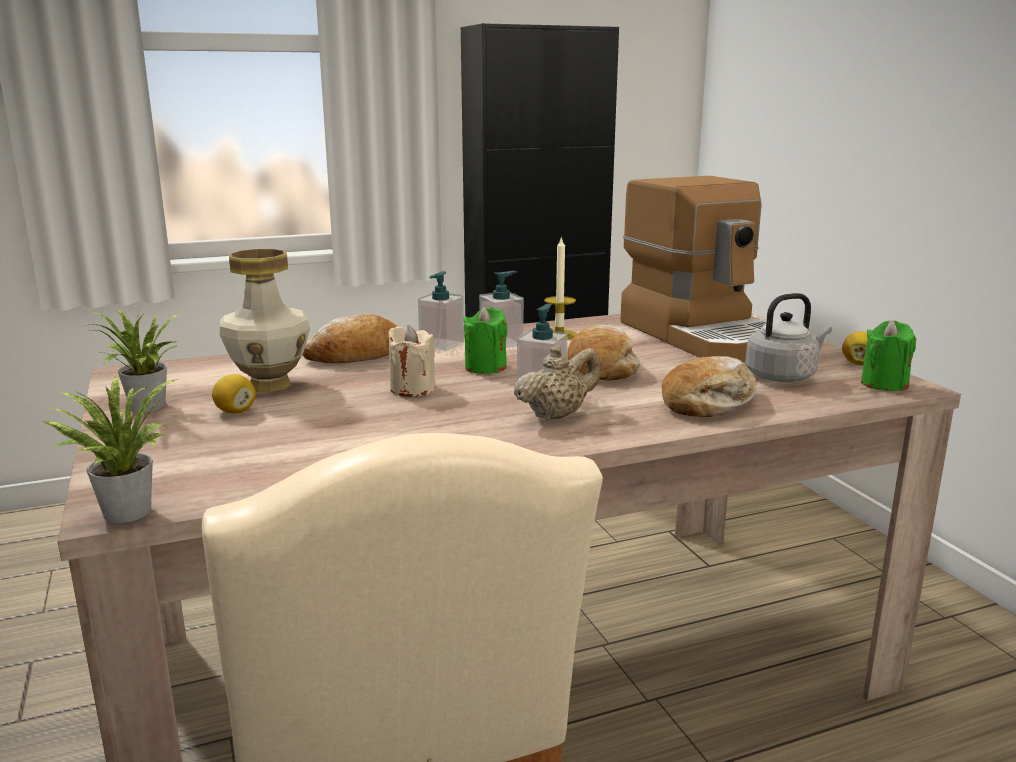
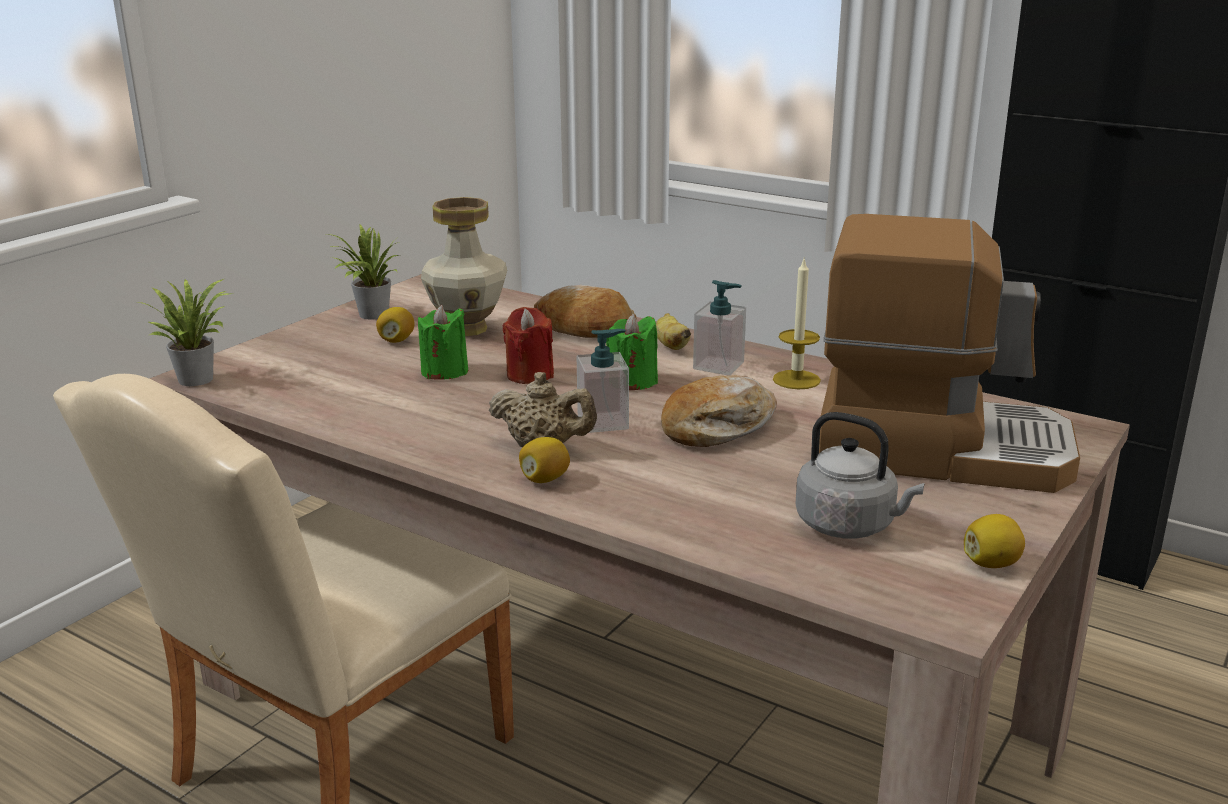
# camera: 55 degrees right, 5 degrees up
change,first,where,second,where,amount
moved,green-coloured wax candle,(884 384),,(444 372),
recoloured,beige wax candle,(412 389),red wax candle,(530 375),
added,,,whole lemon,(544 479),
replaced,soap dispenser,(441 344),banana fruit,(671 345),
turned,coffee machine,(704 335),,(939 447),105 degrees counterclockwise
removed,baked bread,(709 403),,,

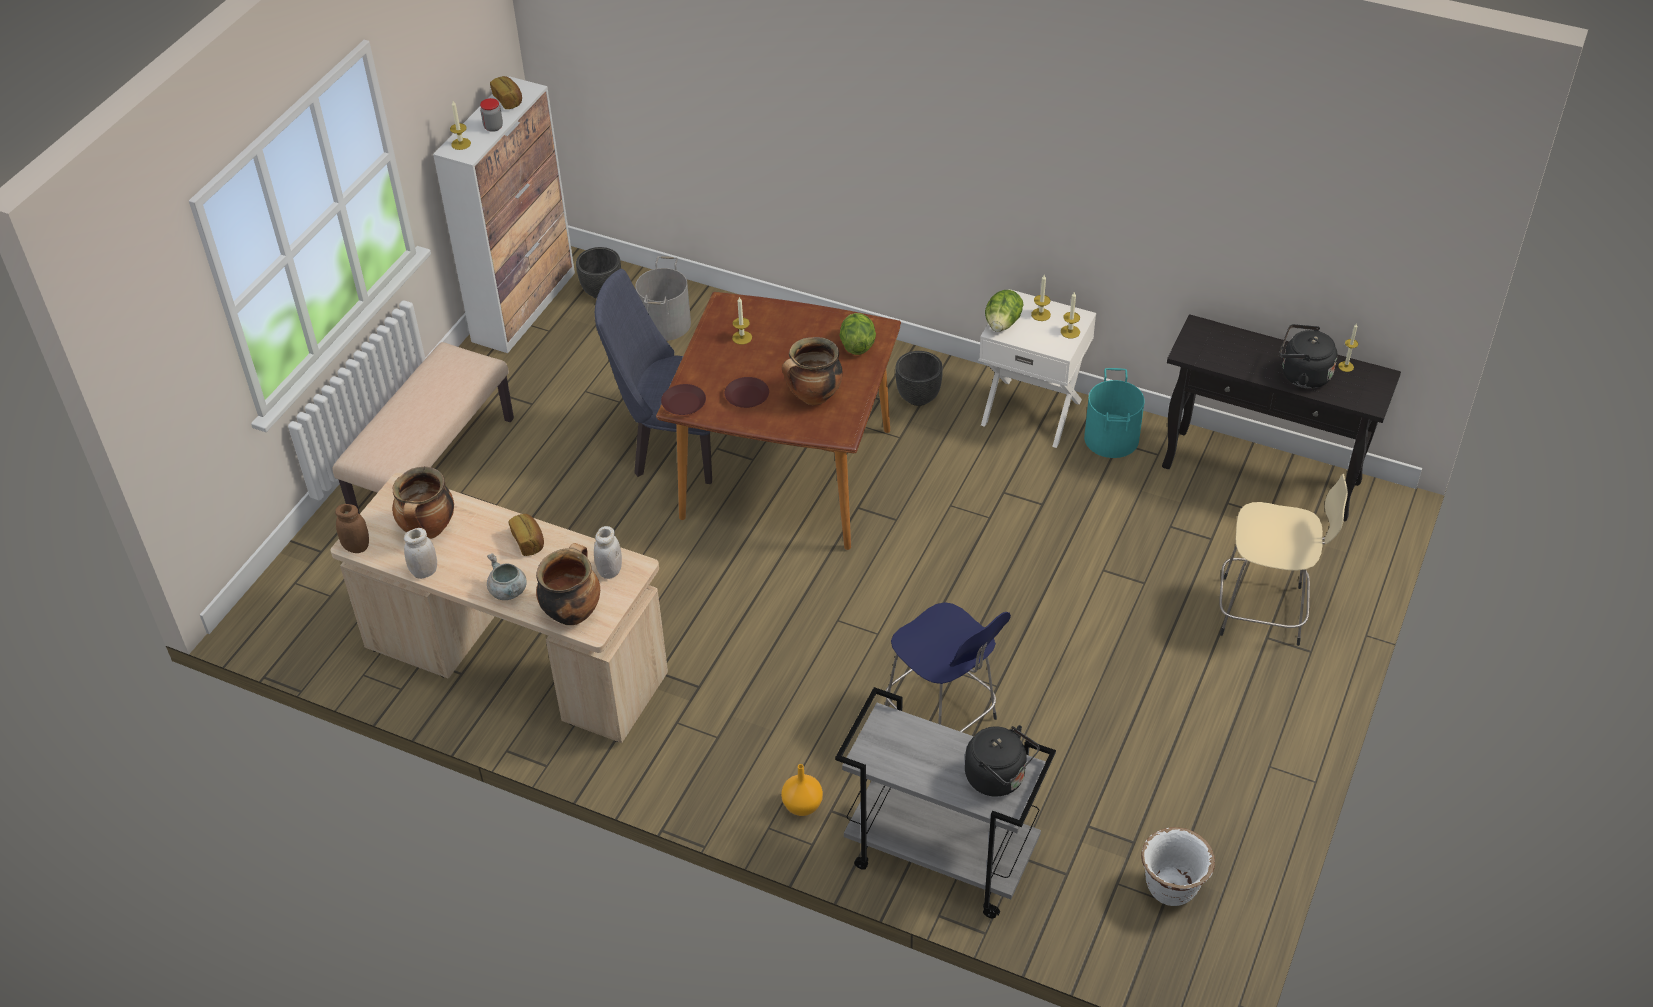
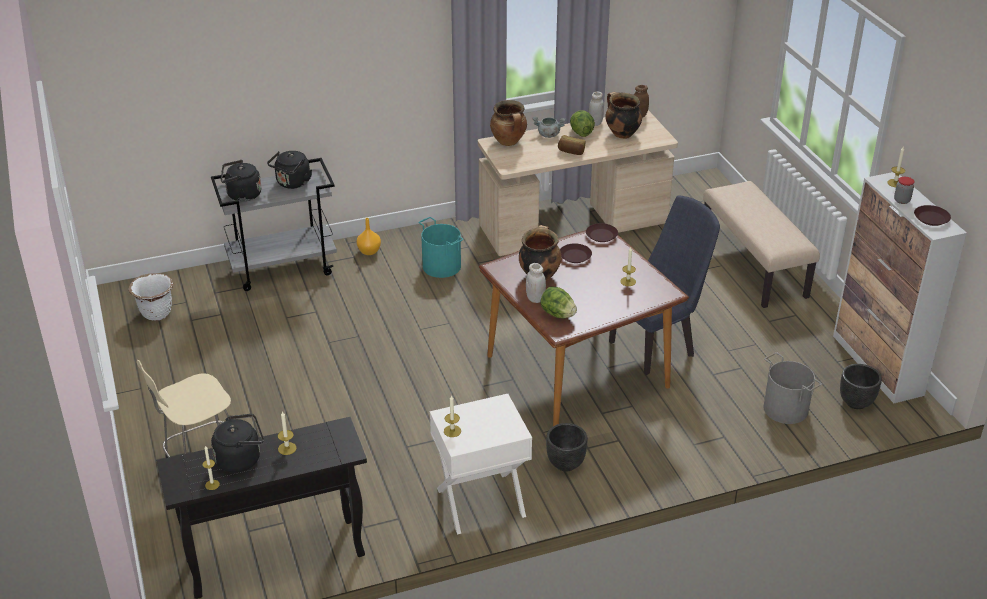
# camera: 135 degrees right, 10 degrees down
change,first,where,second,where,amount
added,,,black water kettle,(292 183),
moved,wax candle,(1040 314),,(287 448),
moved,turquoise-coloured bucket,(1110 438),,(442 266),
moved,white storage jar,(610 571),,(535 298),
moved,lettuce head,(1002 324),,(581 133),
replaced,baked bread,(508 100),brown plate,(931 219),
removed,blue-coloured stool,(942 719),,,

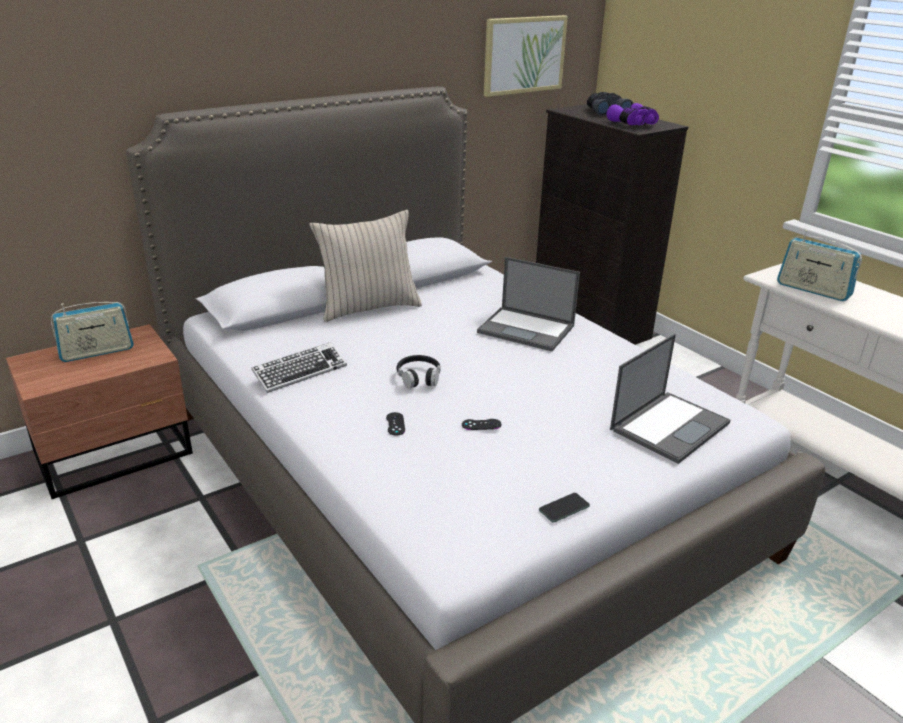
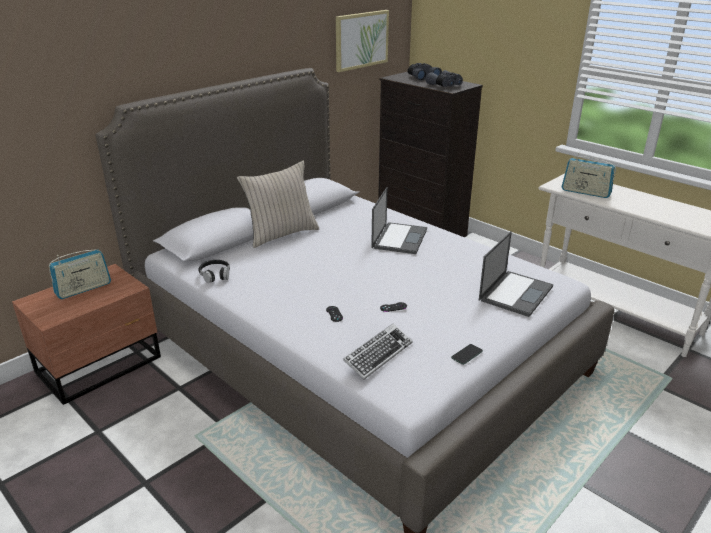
# camera: 10 degrees left, 0 degrees up
change,first,where,second,where,amount
moved,black pair of headphones,(419 377),,(215 275),
moved,keyboard,(300 372),,(378 355),
turned,portable computer,(527 329),,(399 238),90 degrees counterclockwise
recoloured,purple binoculars,(634 124),greyish binoculars,(445 85),

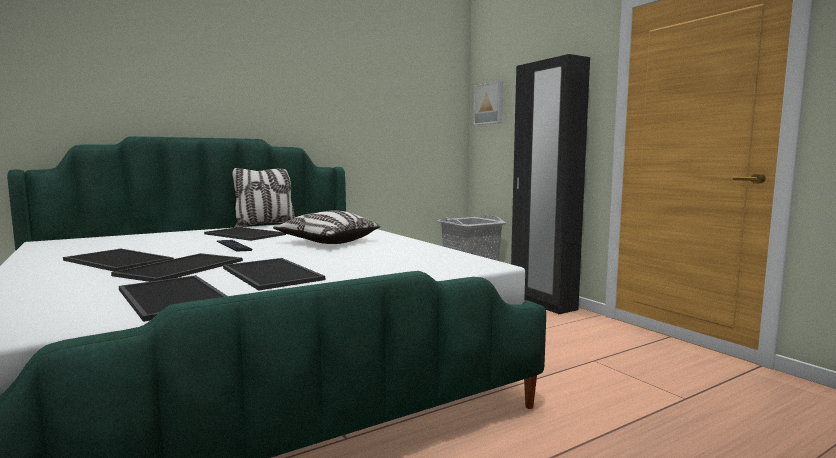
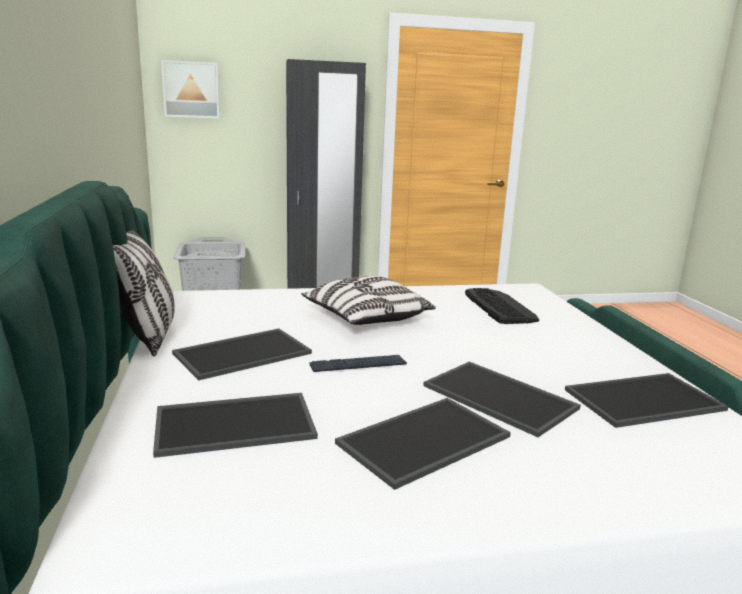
# camera: 70 degrees left, 10 degrees up
change,first,where,second,where,amount
moved,carrying tray,(274 274),,(236 423),
added,,,keyboard,(499 307),

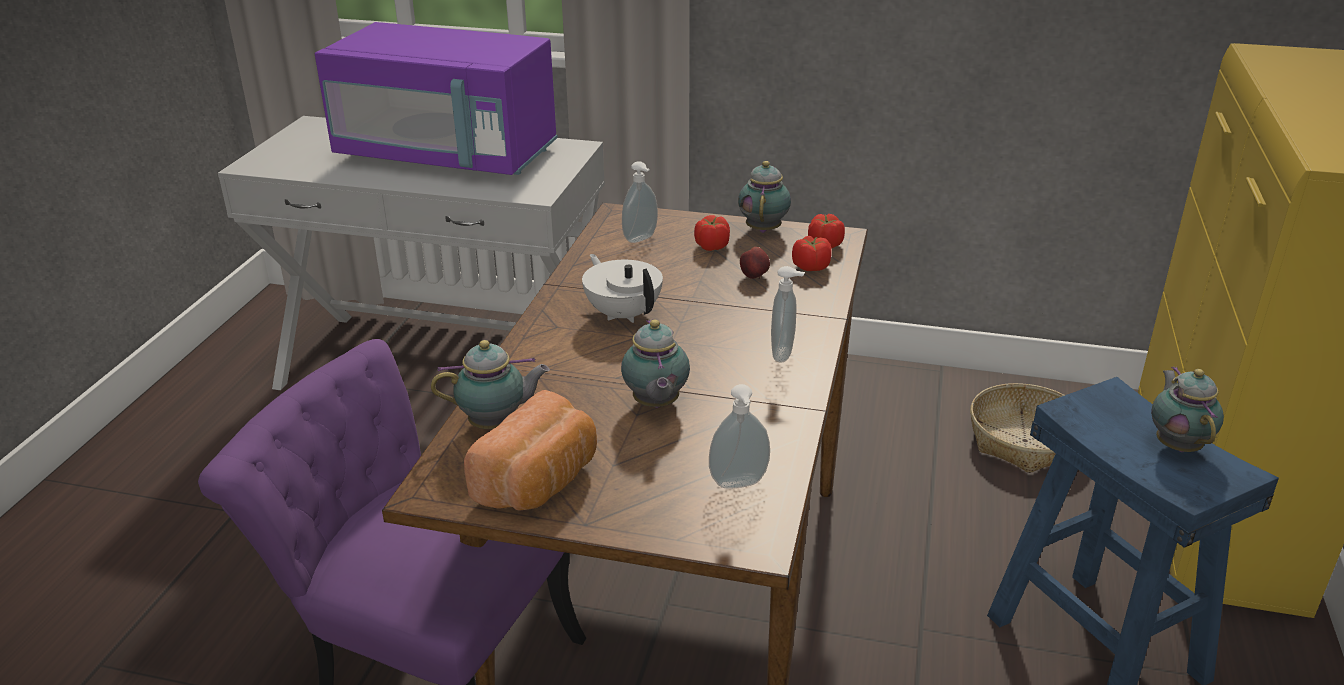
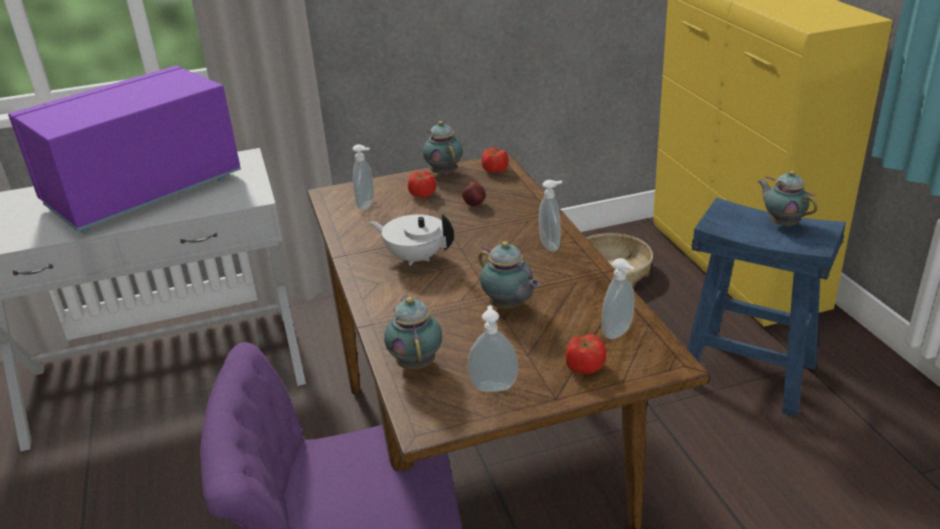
# camera: 30 degrees left, 0 degrees up
change,first,where,second,where,amount
turned,purple microwave,(448 156),,(143 192),150 degrees clockwise
turned,teapot,(497 424),,(416 362),60 degrees counterclockwise
replaced,baked bread,(541 482),soap dispenser,(493 386),
moved,tomato,(810 267),,(585 367),

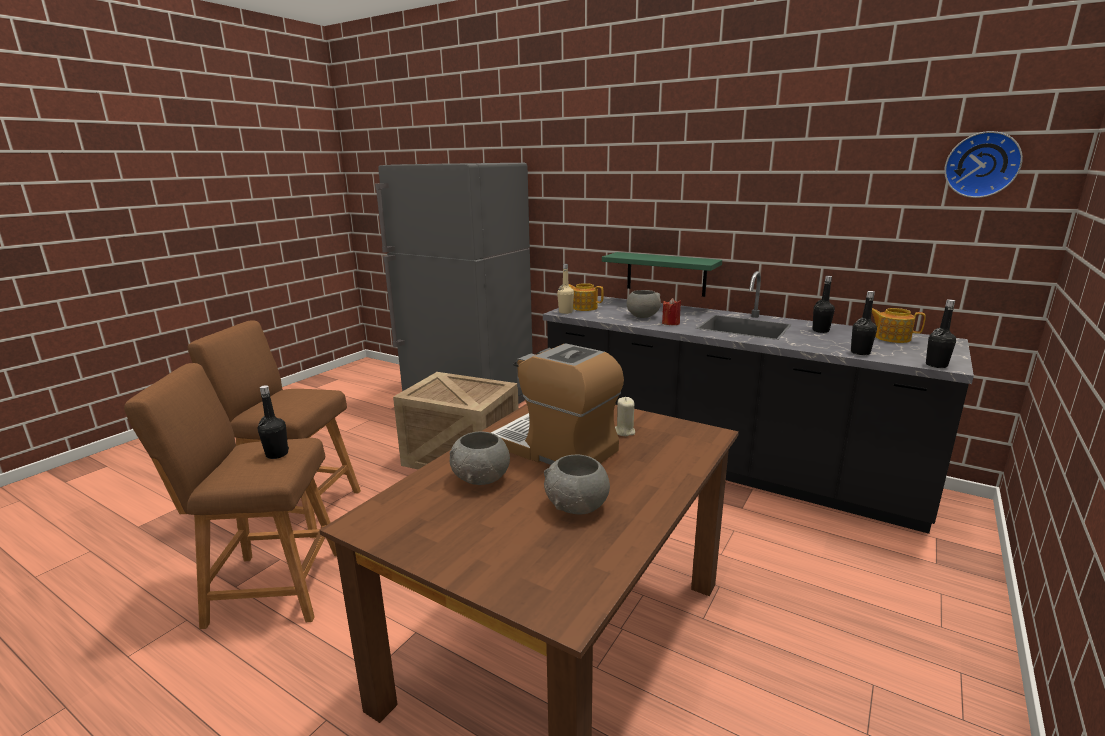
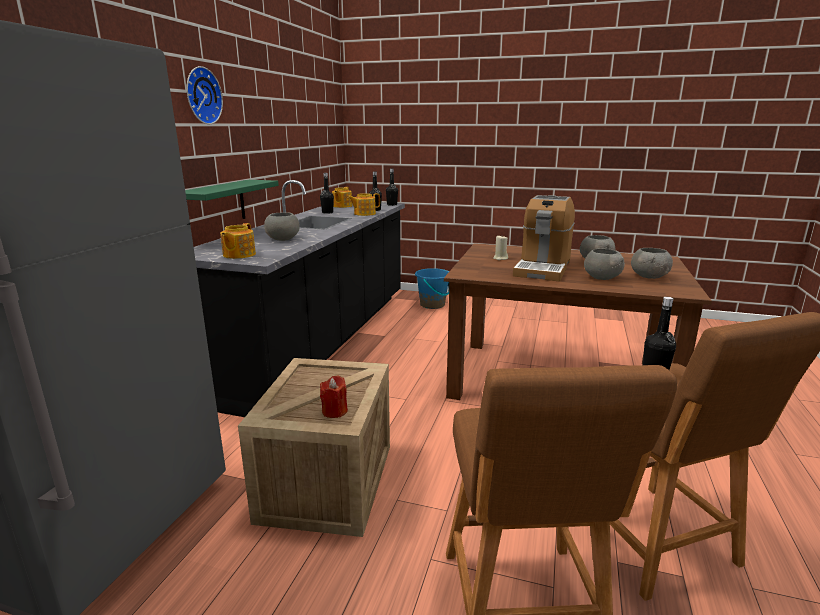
# camera: 105 degrees left, 0 degrees up
change,first,where,second,where,amount
moved,clock on the wall,(981 165),,(201 96),
moved,red wax candle,(670 323),,(334 411),
added,,,teapot,(364 214),
added,,,blue-coloured bucket,(432 305),
added,,,greyish bowl,(649 276),
removed,beige beverage bottle,(565 312),,,

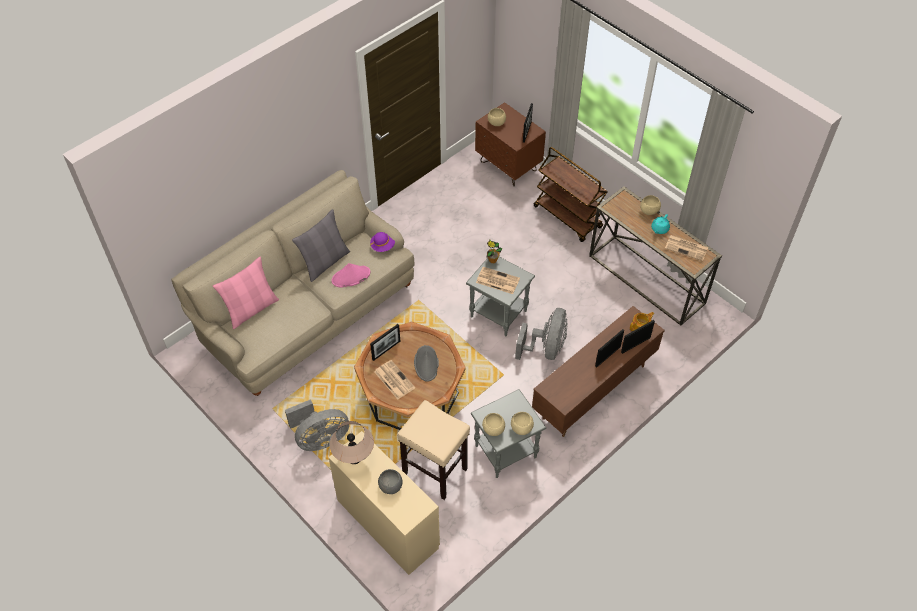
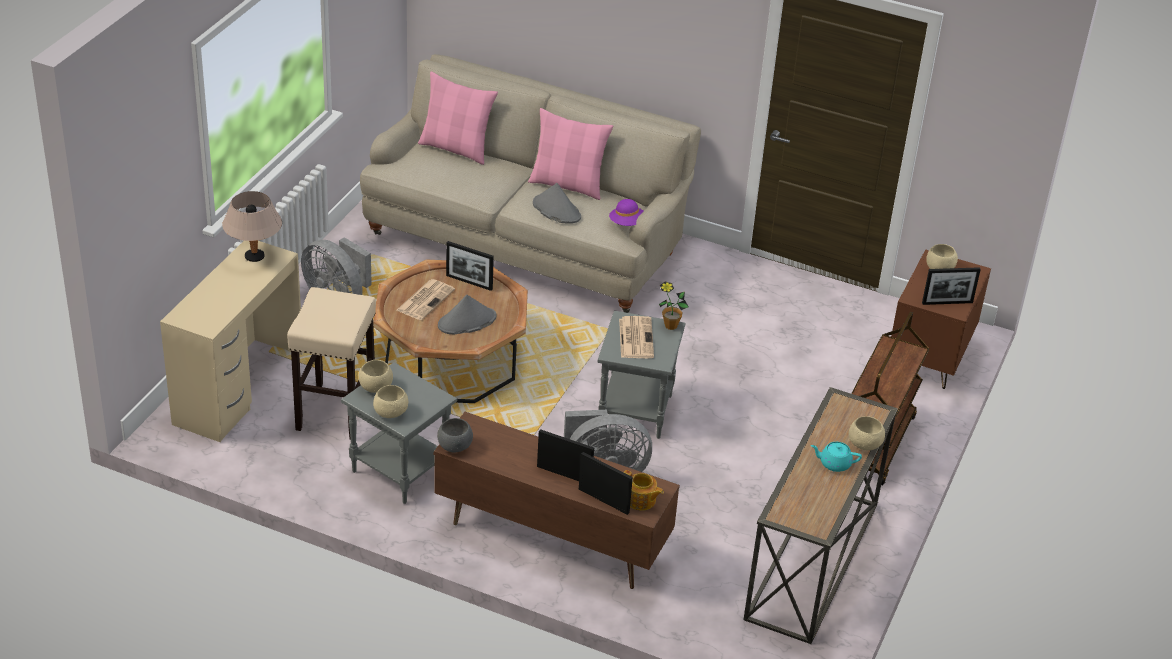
# camera: 65 degrees right, 15 degrees down
change,first,where,second,where,amount
moved,greyish bowl,(390 486),,(454 446),
recoloured,greyish pillow,(325 262),pink pillow,(567 185),
recoloured,pink clothing hat,(351 277),greyish clothing hat,(556 210),
removed,daily paper,(687 248),,,

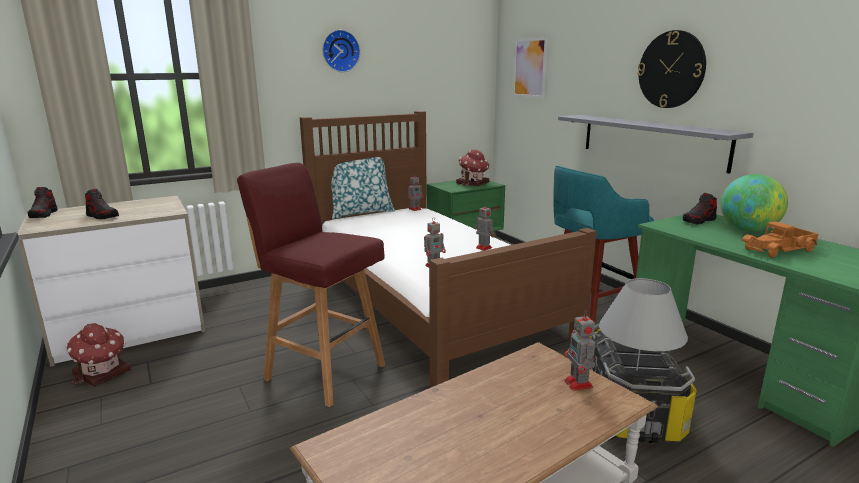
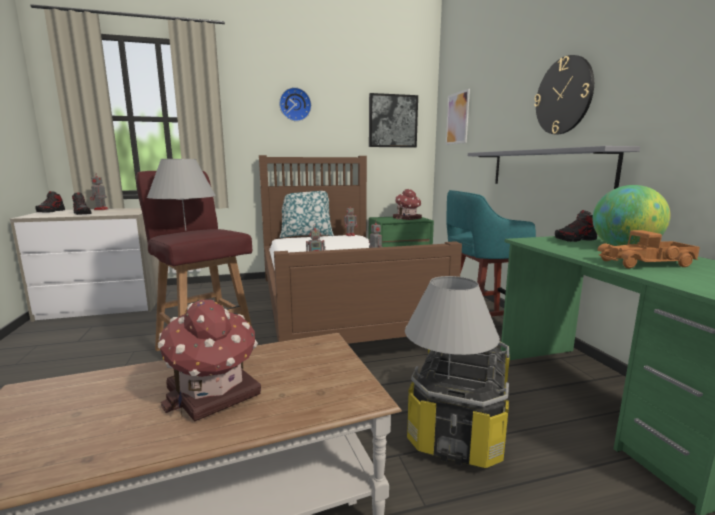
# camera: 15 degrees right, 5 degrees down
change,first,where,second,where,amount
moved,toy robot,(579 384),,(100 209),
added,,,greyish table lamp,(185 230),
moved,toy house,(102 373),,(214 393),
added,,,picture,(392 121),

